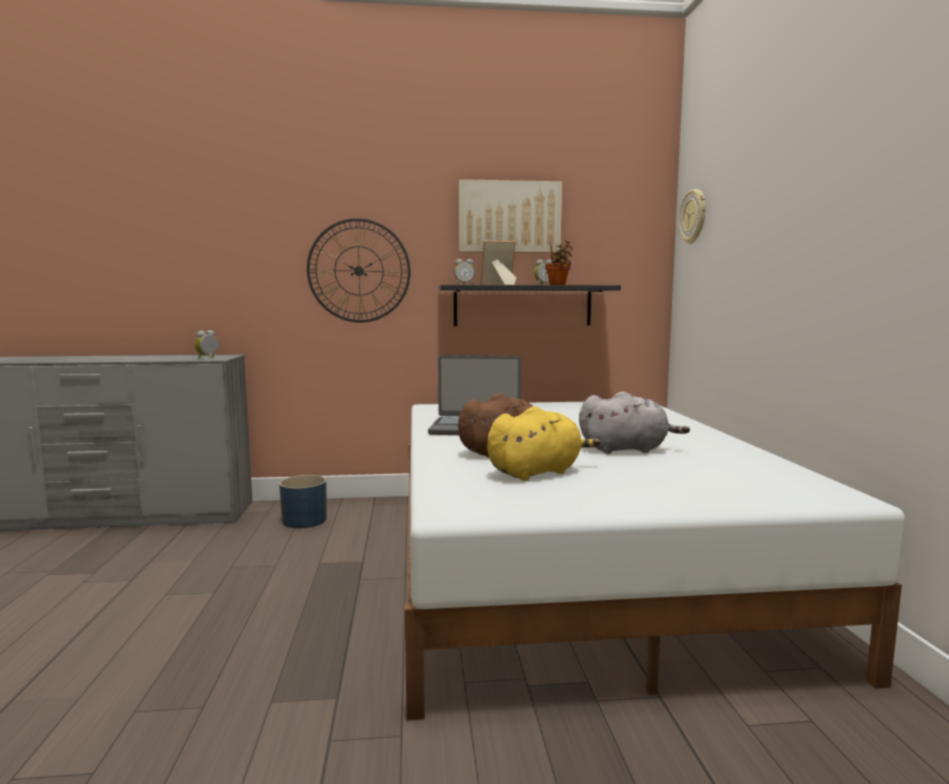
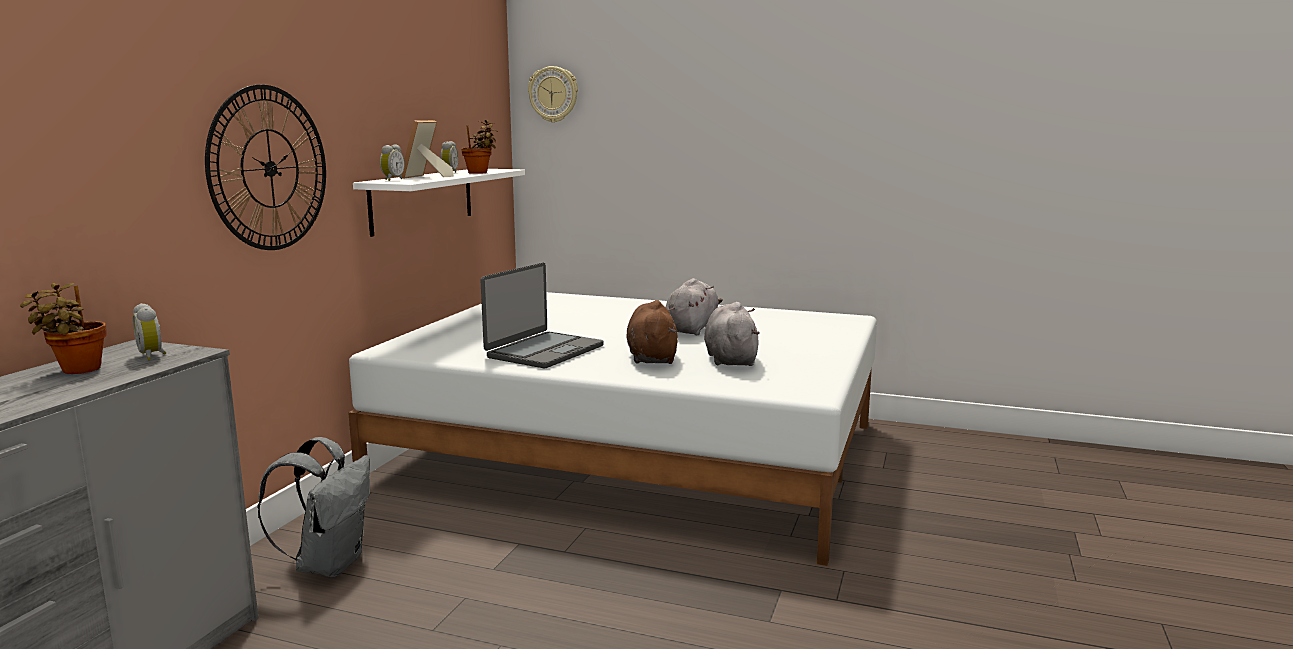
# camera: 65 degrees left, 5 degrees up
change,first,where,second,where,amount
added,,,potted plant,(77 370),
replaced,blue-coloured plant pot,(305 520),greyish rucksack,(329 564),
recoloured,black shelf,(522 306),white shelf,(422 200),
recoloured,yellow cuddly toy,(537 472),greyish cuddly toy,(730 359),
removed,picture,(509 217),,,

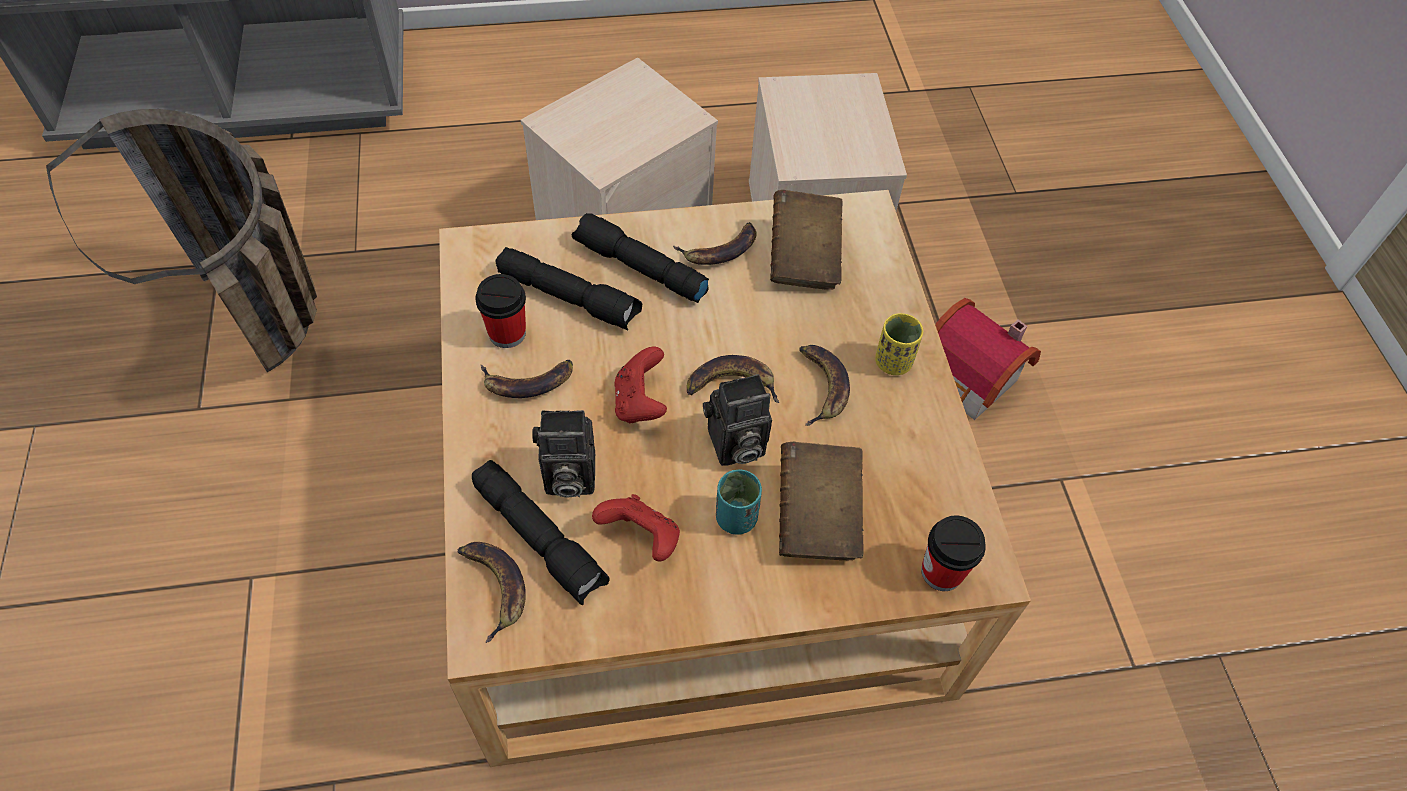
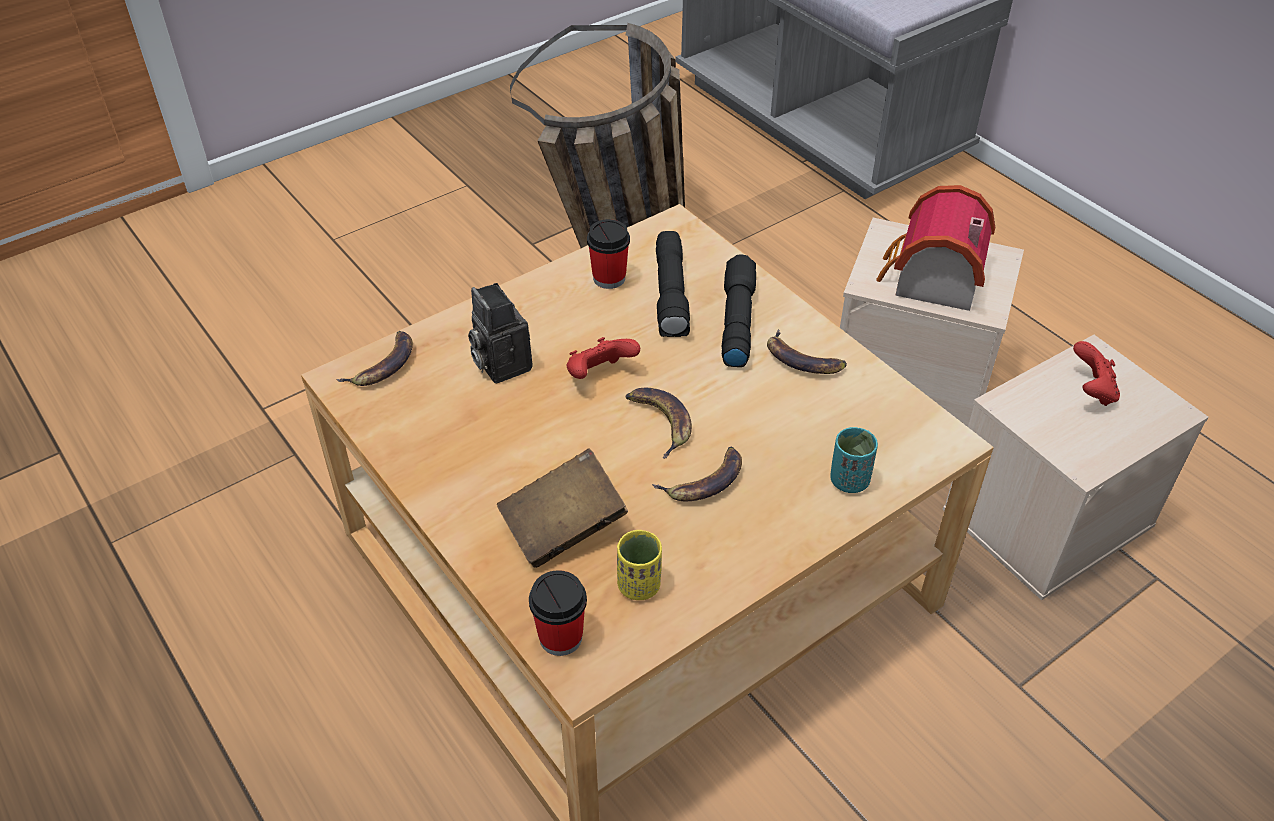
# camera: 65 degrees right, 10 degrees down
change,first,where,second,where,amount
moved,yellow small cup,(893 362),,(639 585),
moved,turquoise-coloured small cup,(736 518),,(849 481),
moved,toy house,(966 384),,(930 280),
moved,red gamepad,(641 538),,(1091 391),
removed,black torch,(541 538),,,
removed,banana fruit,(528 381),,,
removed,still camera,(734 446),,,
removed,brown book,(803 257),,,

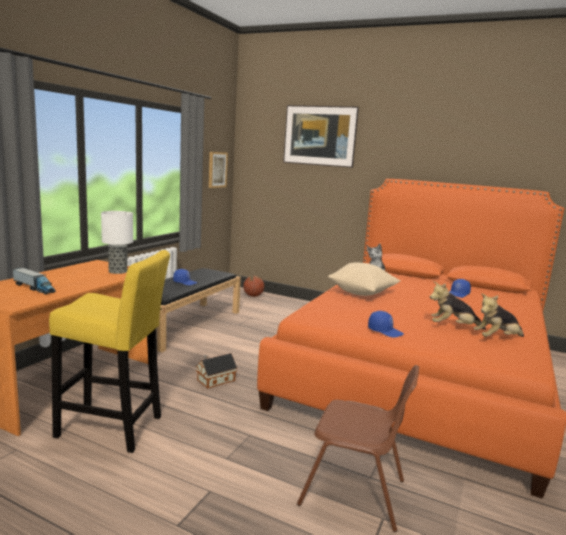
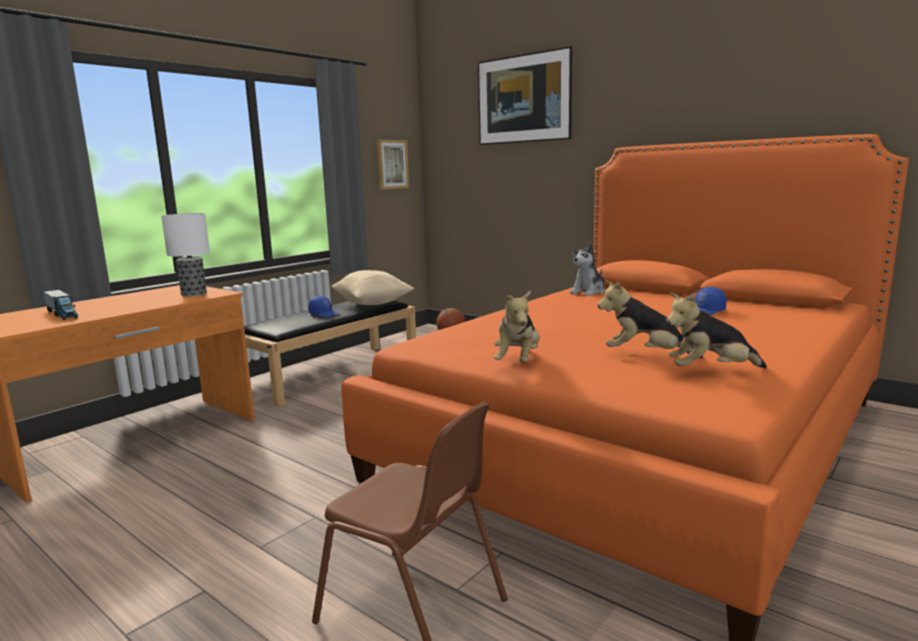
# camera: 15 degrees right, 0 degrees up
change,first,where,second,where,amount
moved,beige pillow,(362 294),,(372 304),
replaced,blue-coloured peaked cap,(385 331),cuddly toy,(518 362),
removed,yellow stool,(114 428),,,
removed,toy house,(214 380),,,

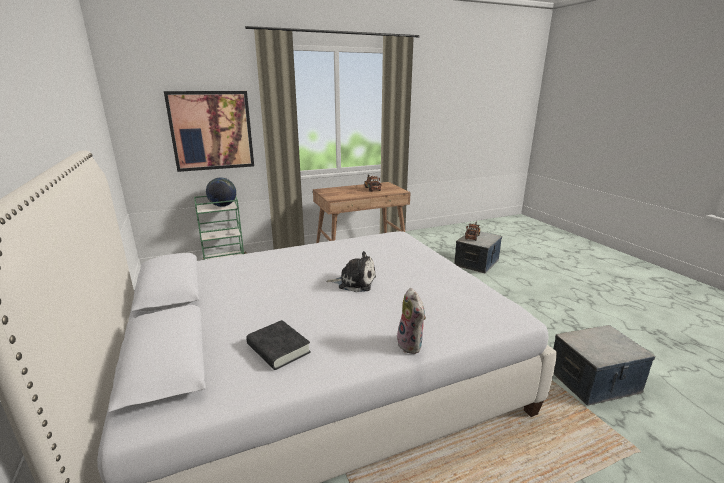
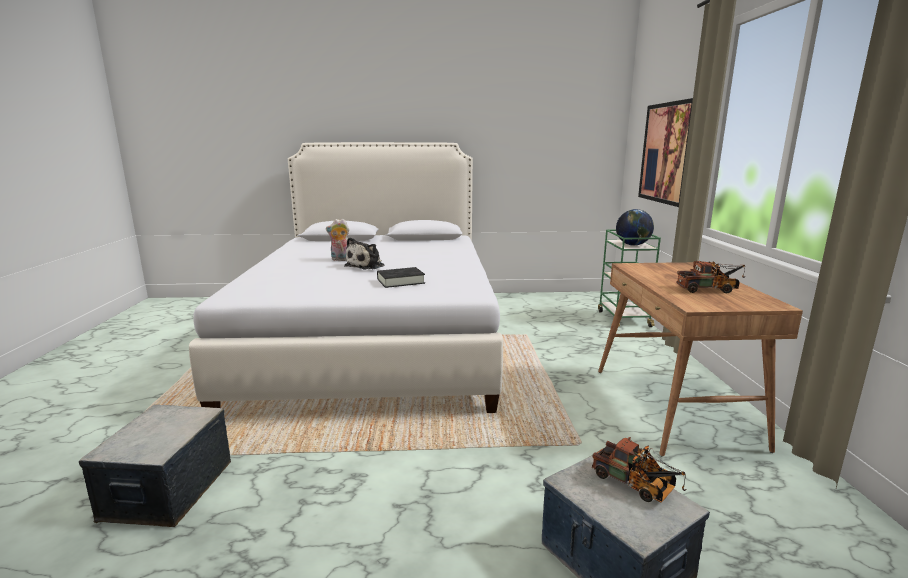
# camera: 110 degrees right, 5 degrees down
change,first,where,second,where,amount
moved,cuddly toy,(412 345),,(341 260),
moved,black book,(278 349),,(400 281),

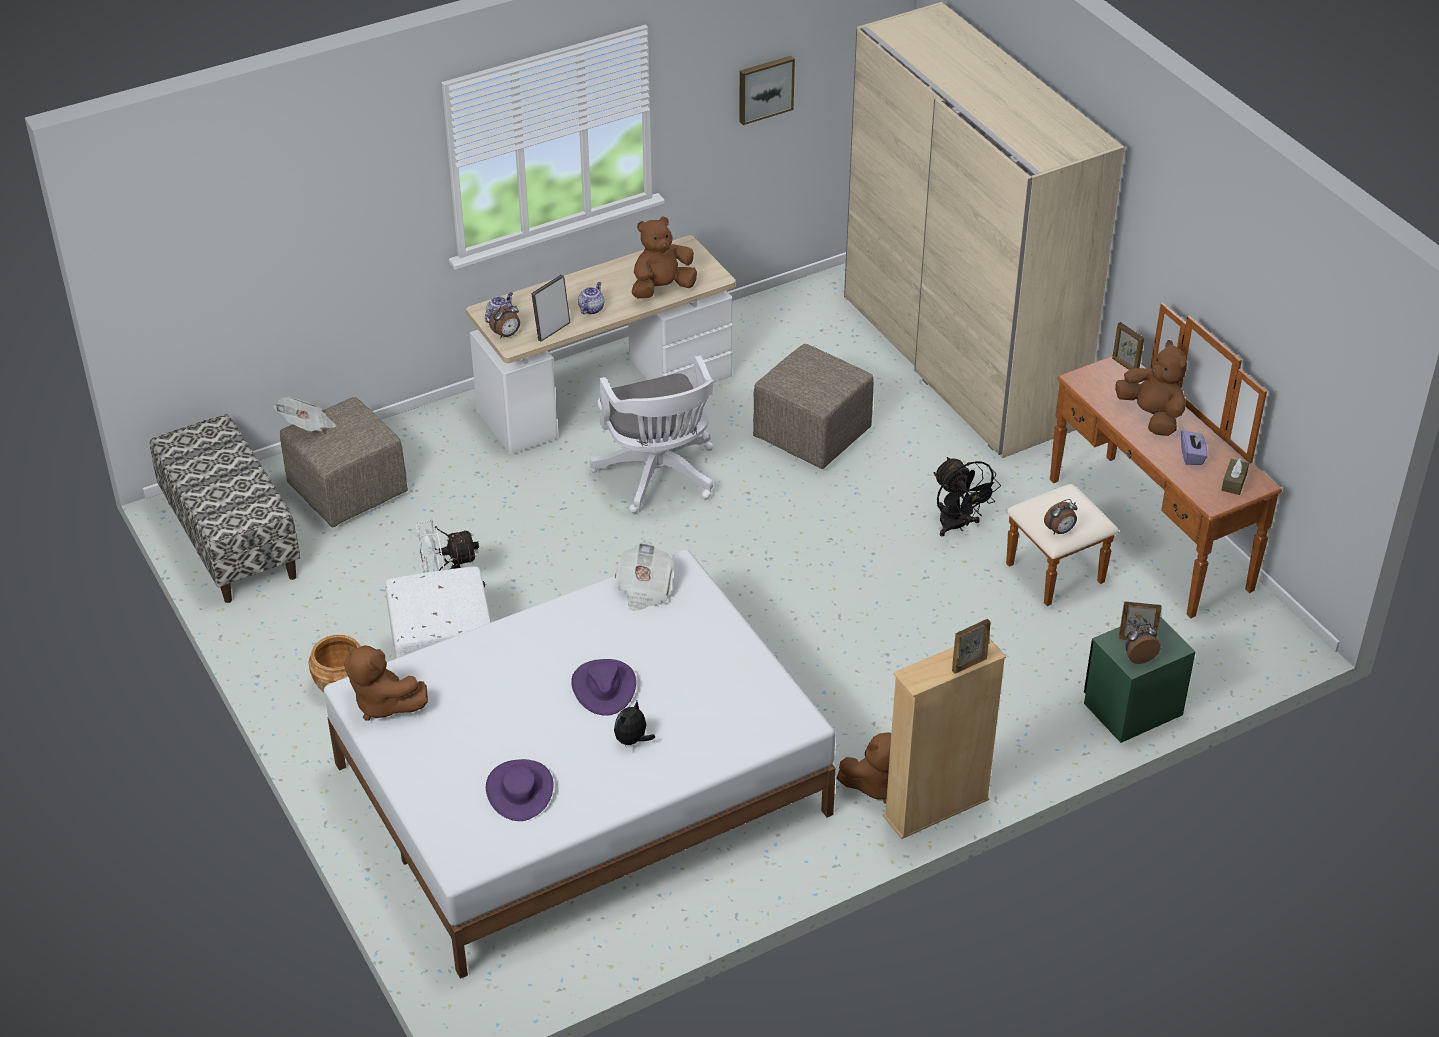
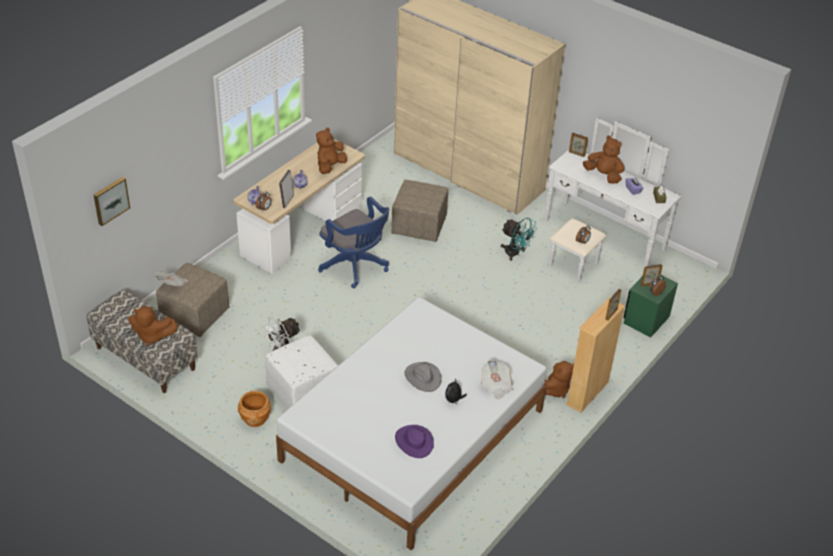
# camera: 25 degrees left, 0 degrees up
change,first,where,second,where,amount
moved,picture,(765 88),,(110 200),
moved,brown cuddly toy,(383 704),,(152 336),
recoloured,white computer chair,(659 477),blue-coloured computer chair,(355 266),
recoloured,purple clothing hat,(603 687),greyish clothing hat,(422 377),
moved,daily paper,(644 589),,(496 386),
recoloured,black electric fan,(957 526),turquoise-coloured electric fan,(515 253),
recoloured,brown dresser,(1128 543),white dresser,(597 242),

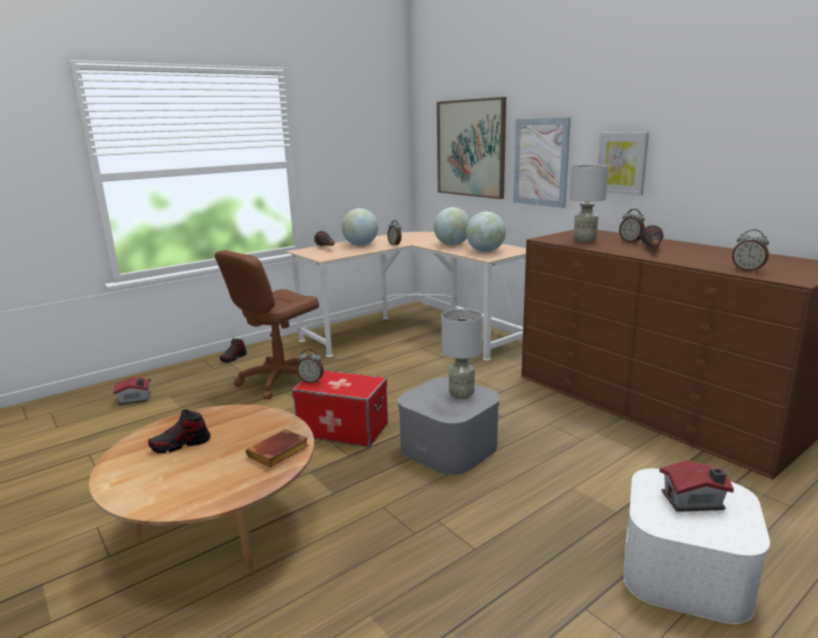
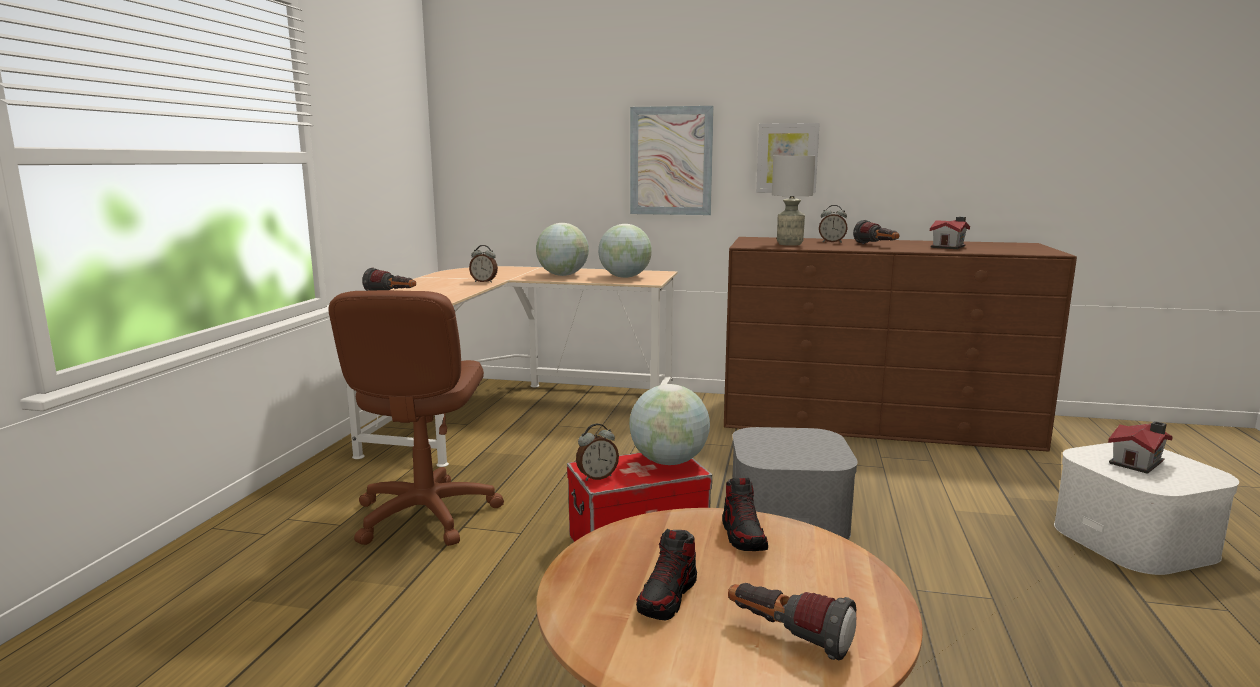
# camera: 40 degrees left, 5 degrees down
change,first,where,second,where,amount
moved,desk globe,(361 245),,(669 462),
moved,low shoe,(233 358),,(743 535),
added,,,torch,(787 637),
moved,toy house,(135 399),,(949 246),
removed,brown book,(278 454),,,
removed,picture,(470 148),,,
removed,greyish table lamp,(461 394),,,
removed,table clock,(747 270),,,

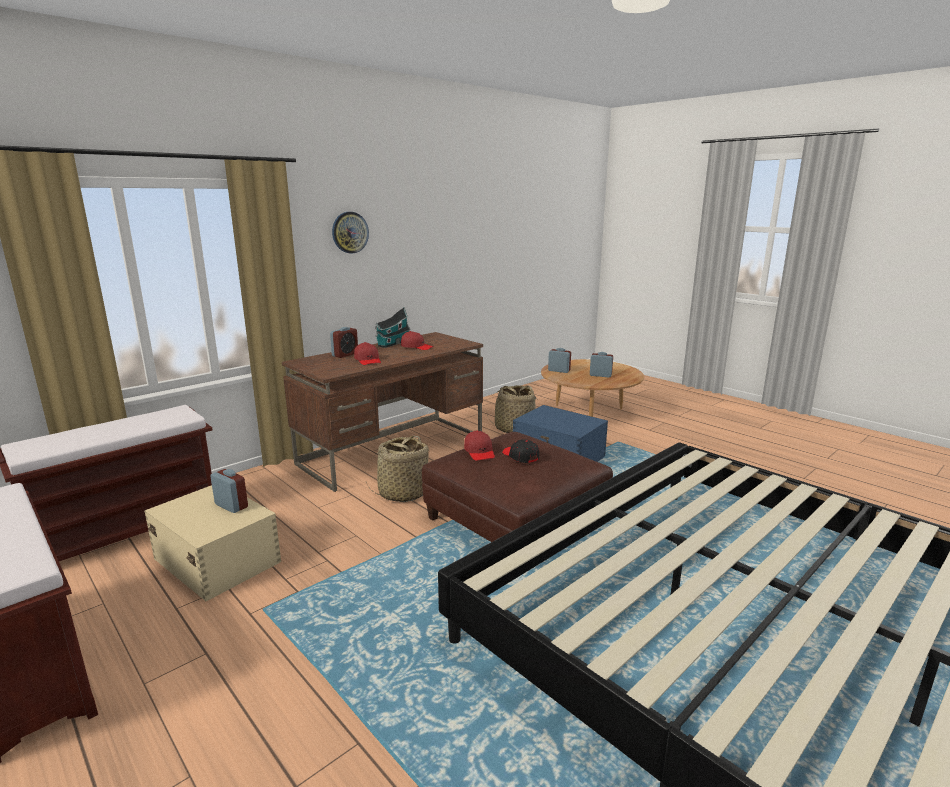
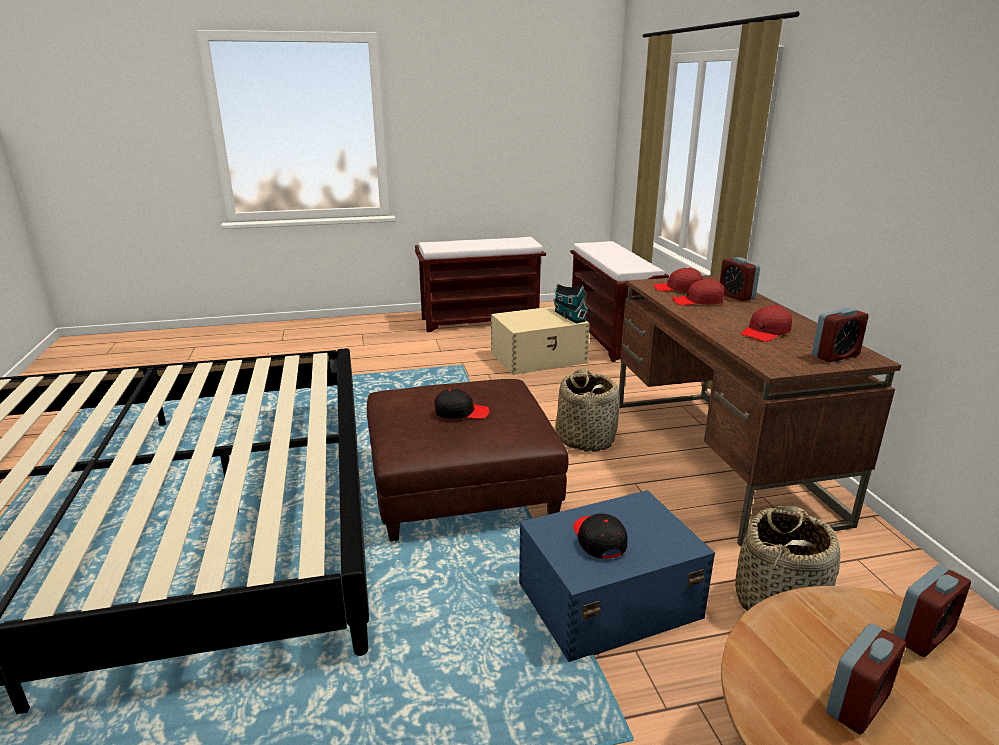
# camera: 120 degrees right, 5 degrees up
change,first,where,second,where,amount
moved,toy house,(392 343),,(568 316),
added,,,black peaked cap,(598 539),
moved,red peaked cap,(479 452),,(678 289),
moved,table clock,(231 506),,(835 356),
removed,clock on the wall,(350 232),,,

